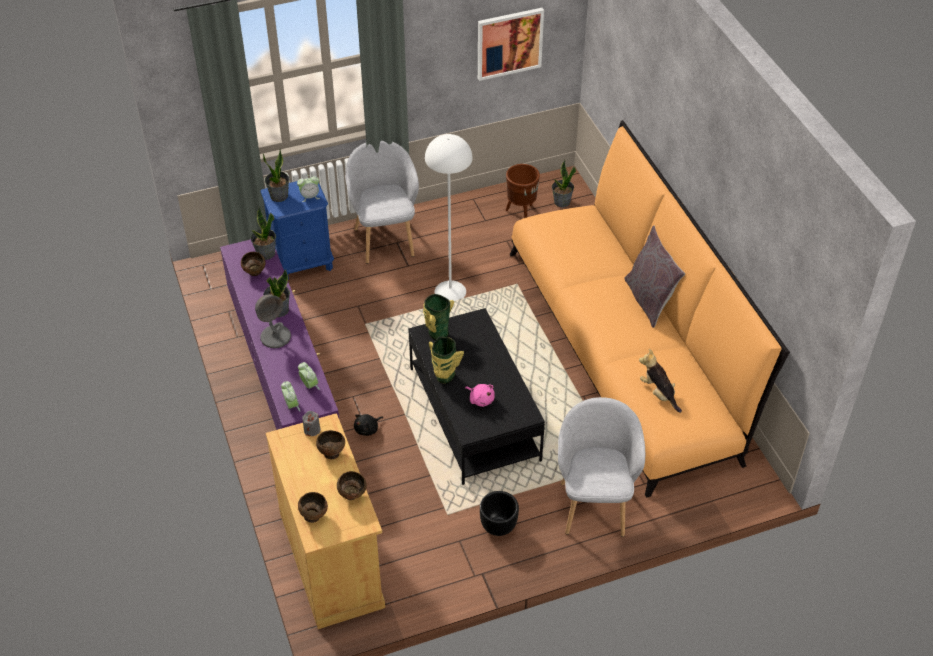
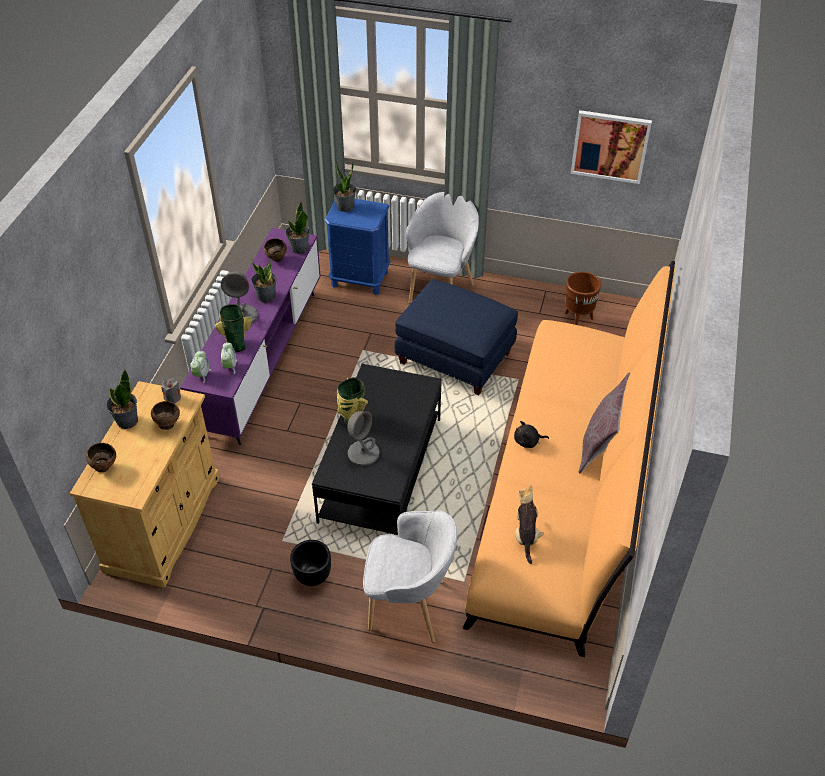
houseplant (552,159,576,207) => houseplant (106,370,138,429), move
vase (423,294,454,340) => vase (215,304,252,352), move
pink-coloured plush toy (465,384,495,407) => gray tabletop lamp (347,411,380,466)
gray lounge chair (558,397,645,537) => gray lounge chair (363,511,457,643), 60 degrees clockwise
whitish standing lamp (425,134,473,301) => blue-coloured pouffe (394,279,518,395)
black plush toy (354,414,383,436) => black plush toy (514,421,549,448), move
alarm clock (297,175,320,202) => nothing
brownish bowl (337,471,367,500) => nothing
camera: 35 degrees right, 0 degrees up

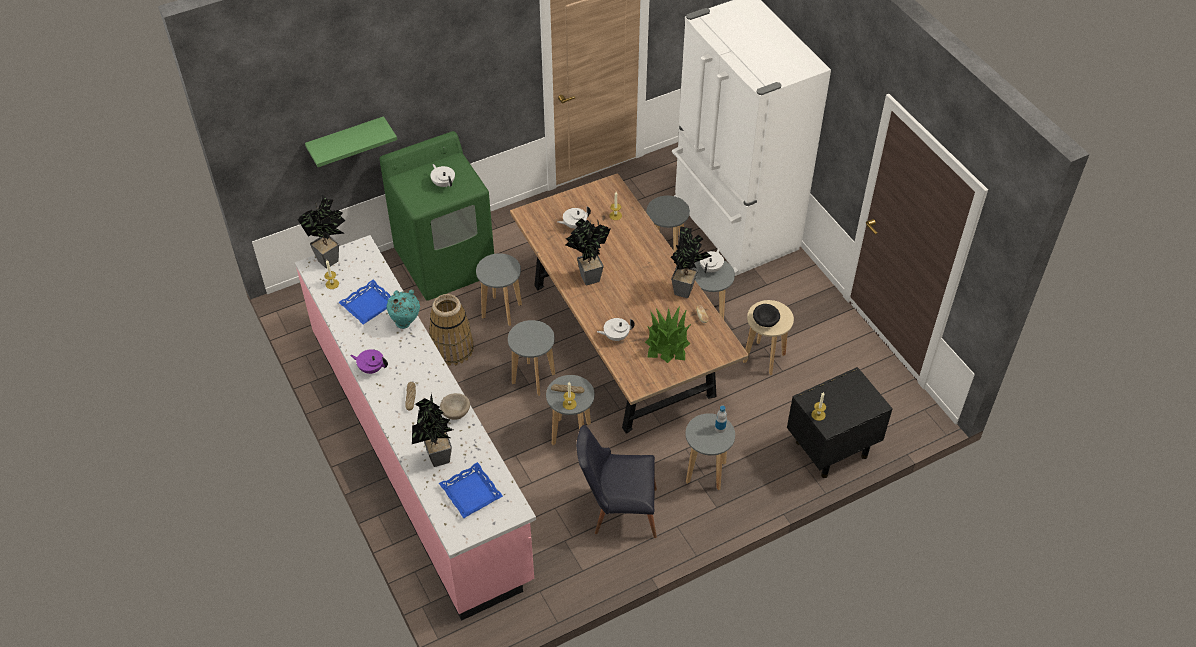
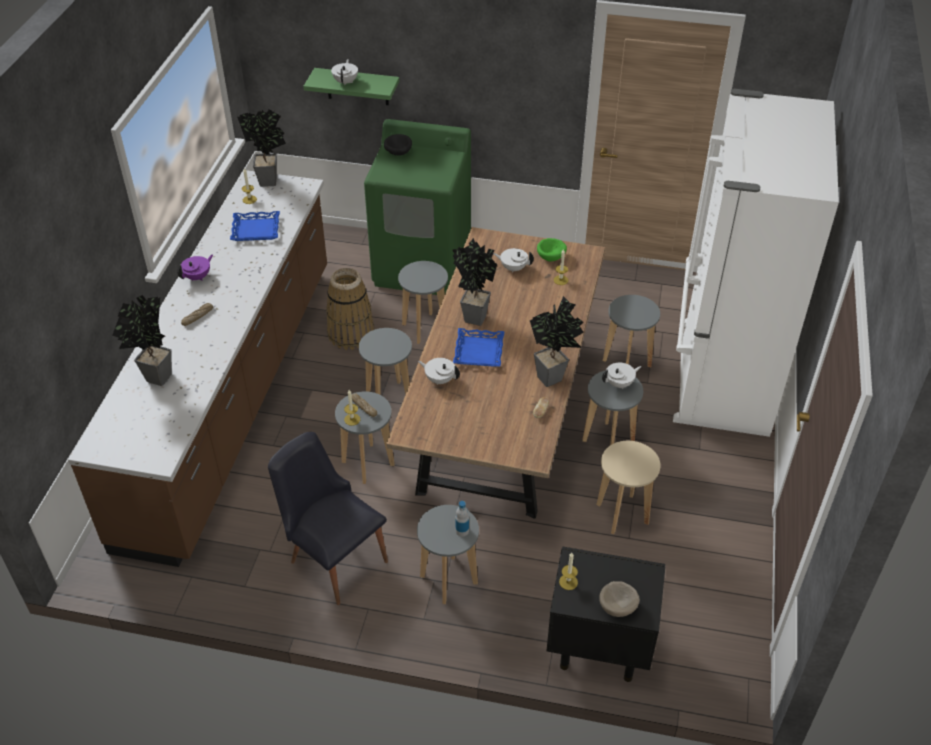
pink-coloured kitchen counter (295,235,536,621) => brownish kitchen counter (68,170,327,567)
purplish teapot (350,349,388,374) => purplish teapot (178,255,213,281), 75 degrees clockwise
whitish teapot (430,164,455,187) => whitish teapot (331,59,358,86), move
black bowl (753,304,780,327) => black bowl (384,134,412,156), move
blue-coloured carrying tray (439,462,503,518) => blue-coloured carrying tray (453,328,504,367), move
nothing => green-coloured bowl (537,238,567,261)
sand-coloured bowl (440,393,470,420) => sand-coloured bowl (599,581,640,617), move
blue-green vase (387,289,420,329) => nothing
houseplant (645,306,691,363) => nothing
camera: 40 degrees right, 5 degrees down

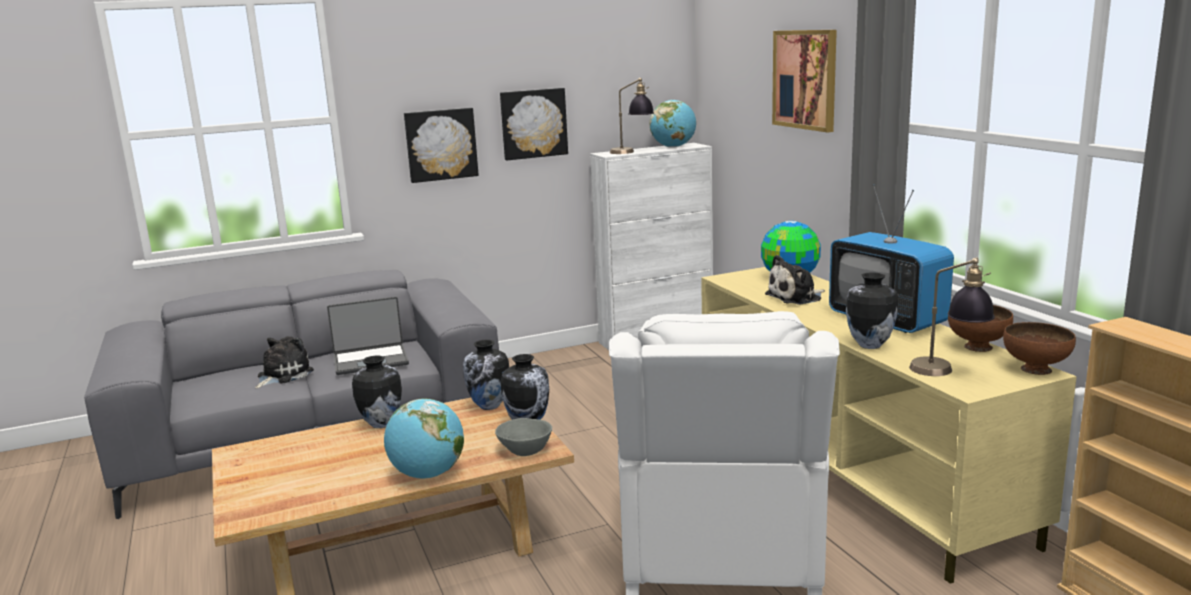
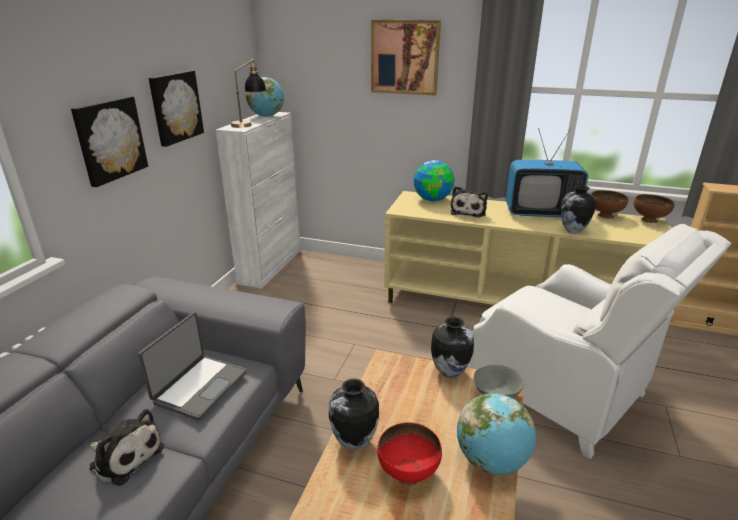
plush toy (255,336,314,389) => plush toy (89,409,164,486), 135 degrees clockwise
nothing => reddish bowl (377,422,442,485)
vase (463,340,509,410) => nothing
tabletop lamp (909,257,995,376) => nothing
camera: 50 degrees left, 10 degrees up

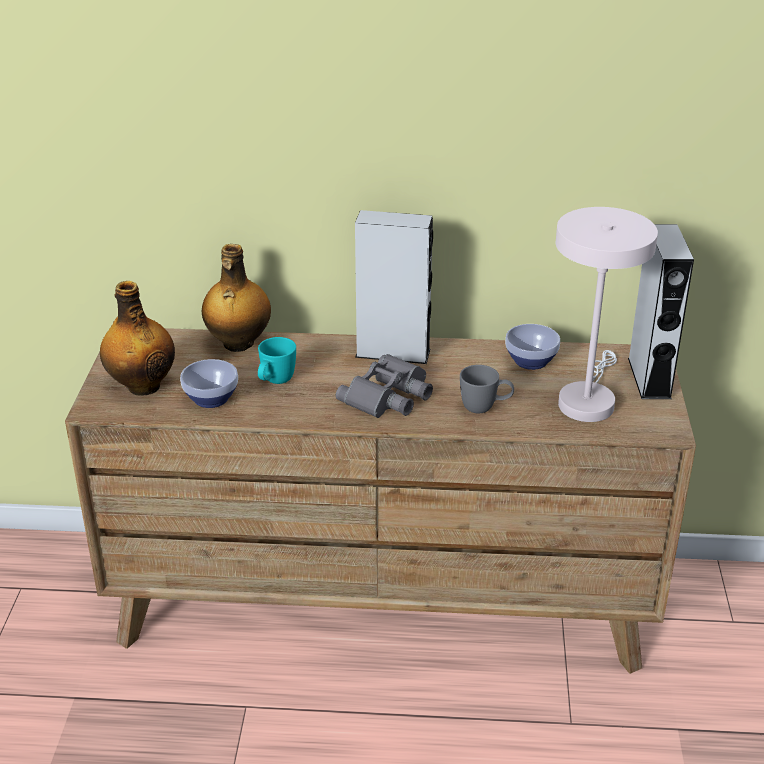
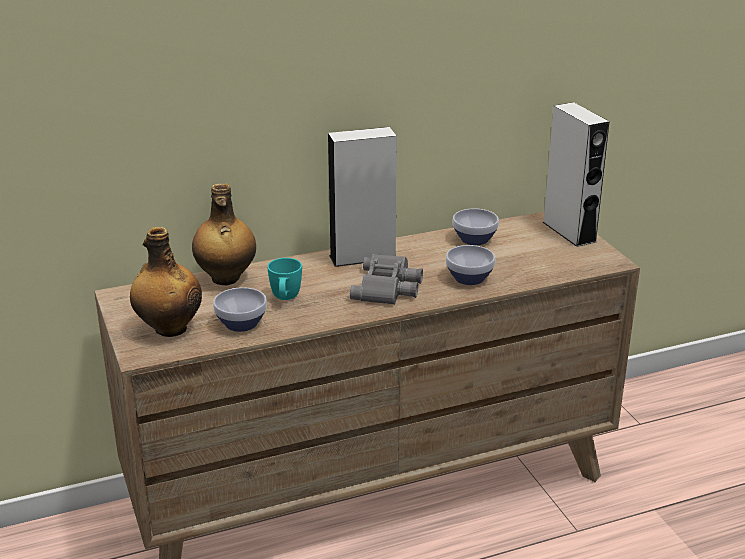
gray mug (460,365,514,413) => bowl (446,245,495,285)
whitish tabletop lamp (556,207,658,422) => nothing
camera: 25 degrees left, 5 degrees down

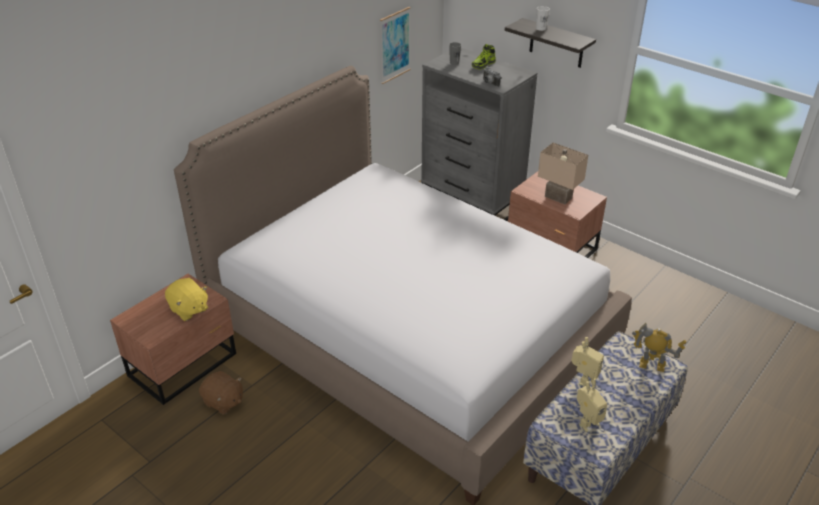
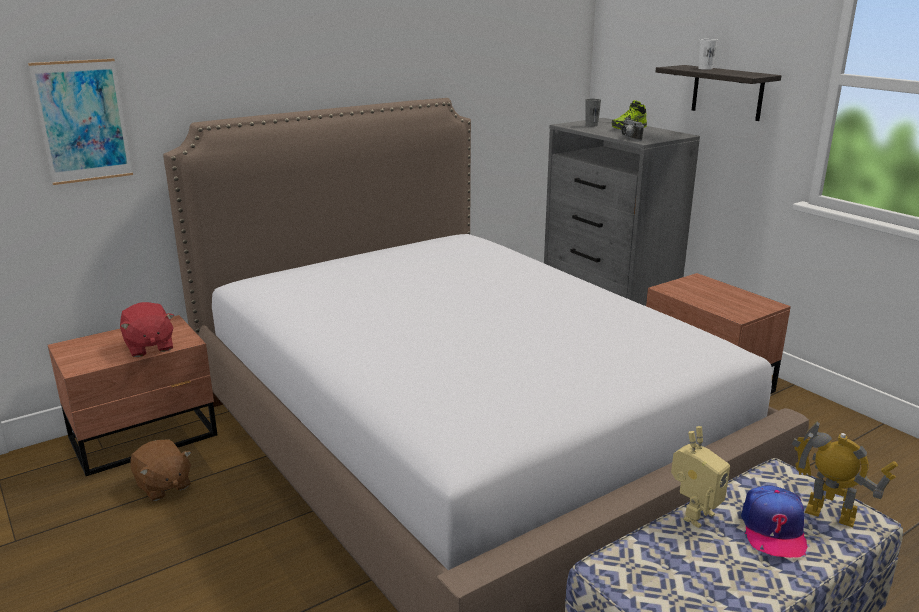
wall picture (380,7,411,84) => wall picture (28,59,133,185), move
yellow-coloured plush toy (165,278,208,321) => reddish plush toy (120,302,174,357)
nothing => cap (741,486,808,558)
sand-coloured tabletop lamp (538,143,588,205) => nothing
toy robot (577,378,607,432) => nothing
camera: 15 degrees right, 15 degrees down

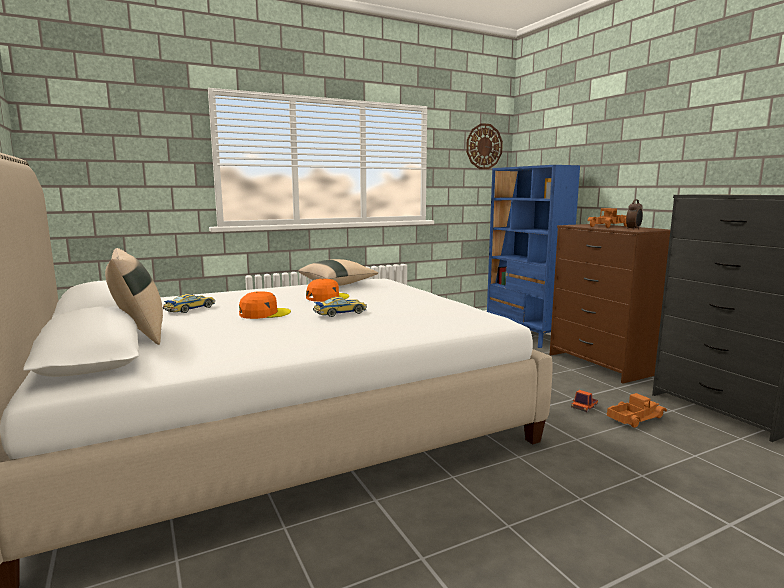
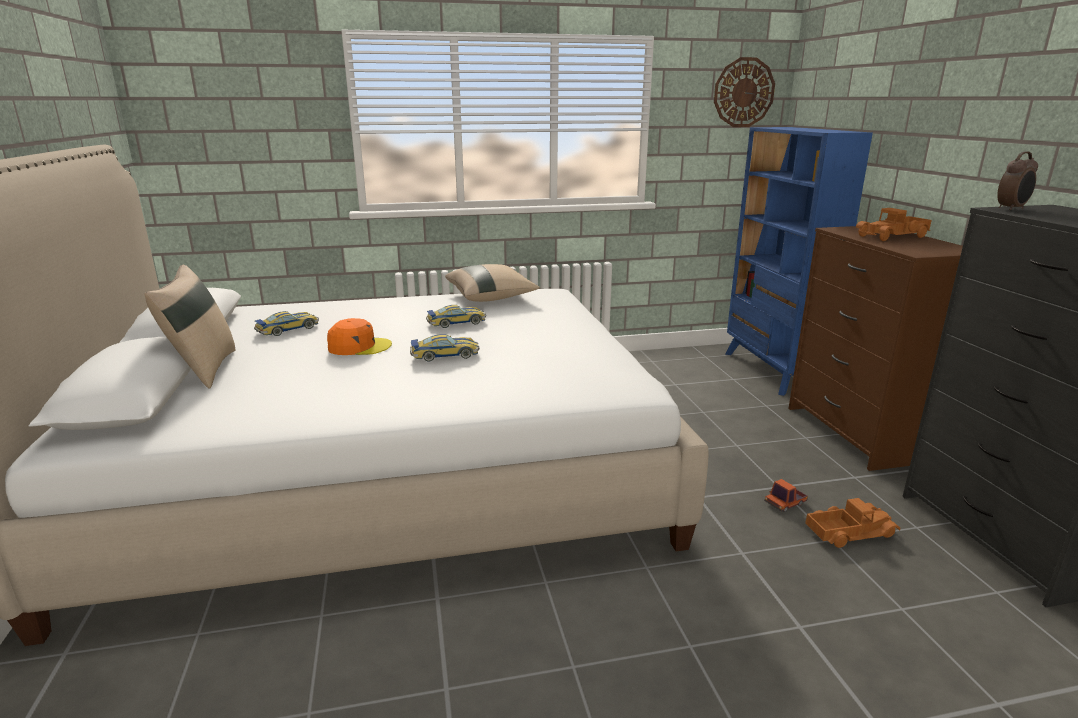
orange cap (306,279,349,302) => toy car (426,305,486,328)
alarm clock (626,199,643,230) => alarm clock (997,151,1038,210), move
camera: 15 degrees right, 10 degrees up

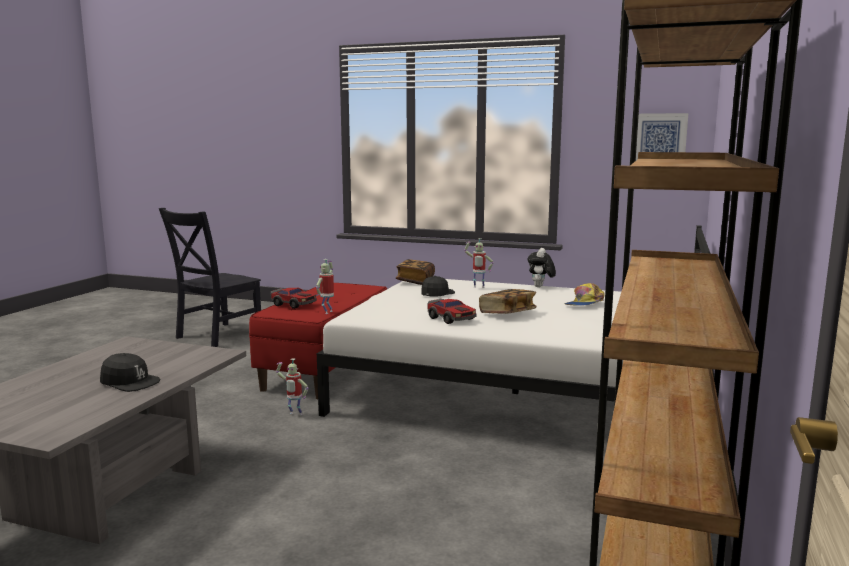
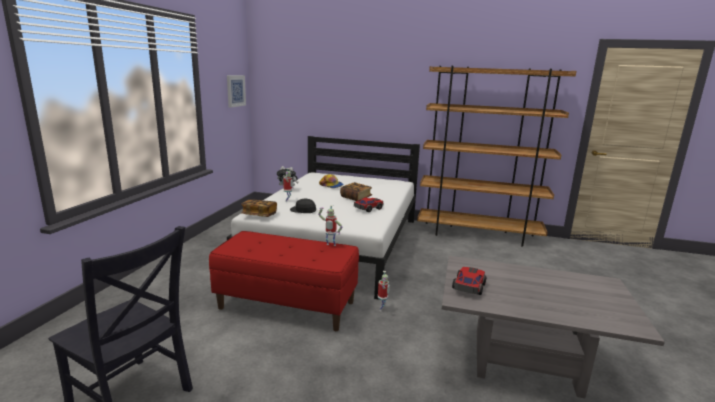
toy car (271,288,317,309) => toy car (452,267,487,295), move
black cap (100,353,160,392) => nothing
camera: 95 degrees left, 5 degrees up

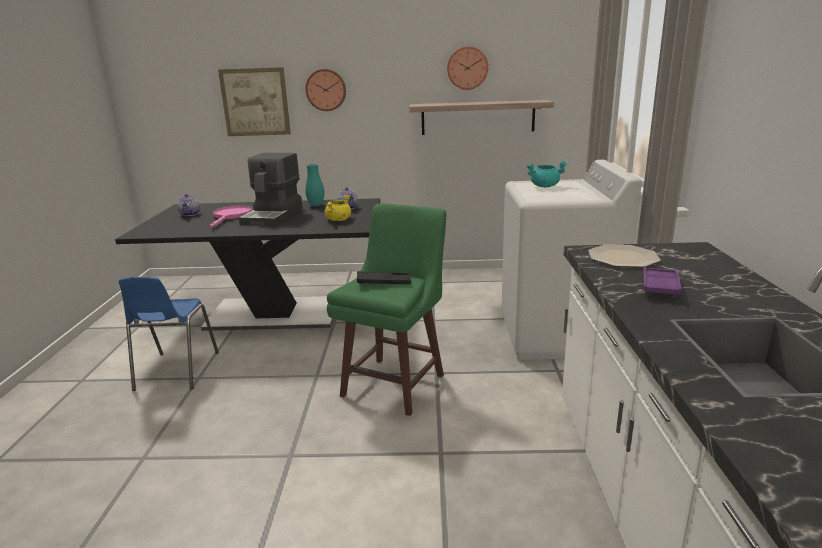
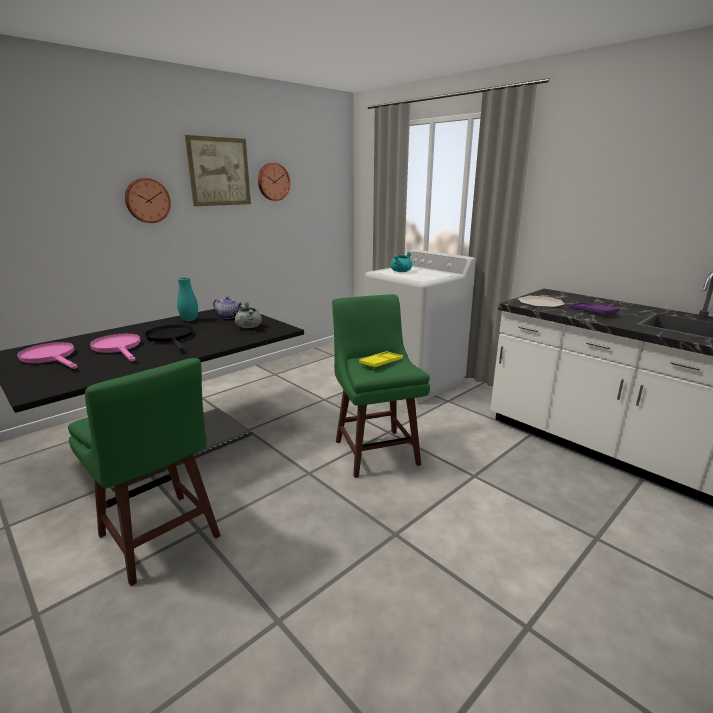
teapot (177,194,200,216) => pink-coloured skillet (17,342,78,369)
blue-coloured chair (119,277,219,391) => green-coloured stool (68,358,221,586)
coffee maker (239,153,303,226) => black skillet (145,324,193,350)
wall picture (218,67,291,136) => wall picture (185,135,251,206), move
yellow-coloured saucepot (324,195,351,221) => gray saucepot (235,302,262,328)
black carrying tray (357,271,411,285) => yellow-coloured carrying tray (359,351,403,369)
wall shelf (409,100,554,135) => nothing
camera: 45 degrees left, 0 degrees up

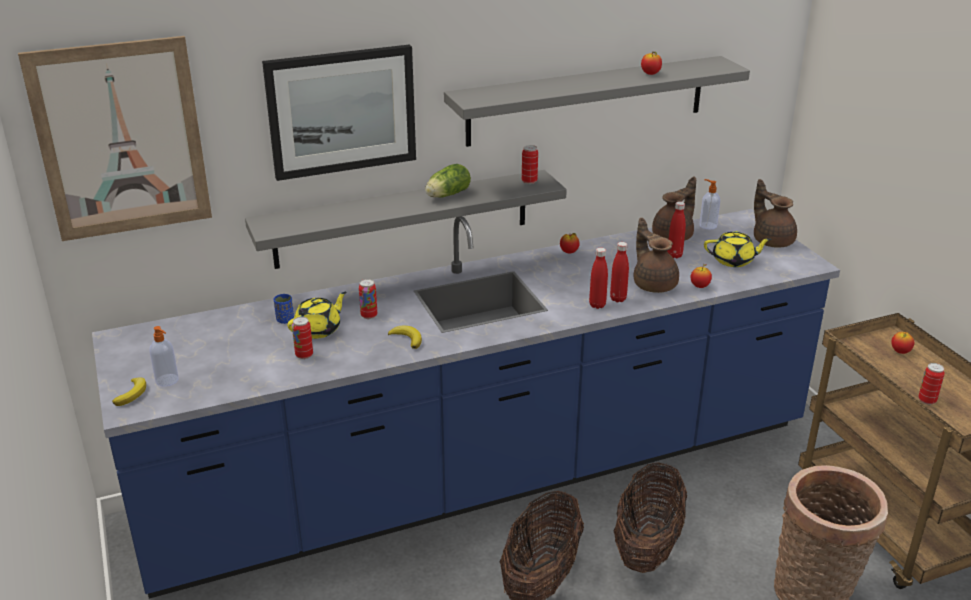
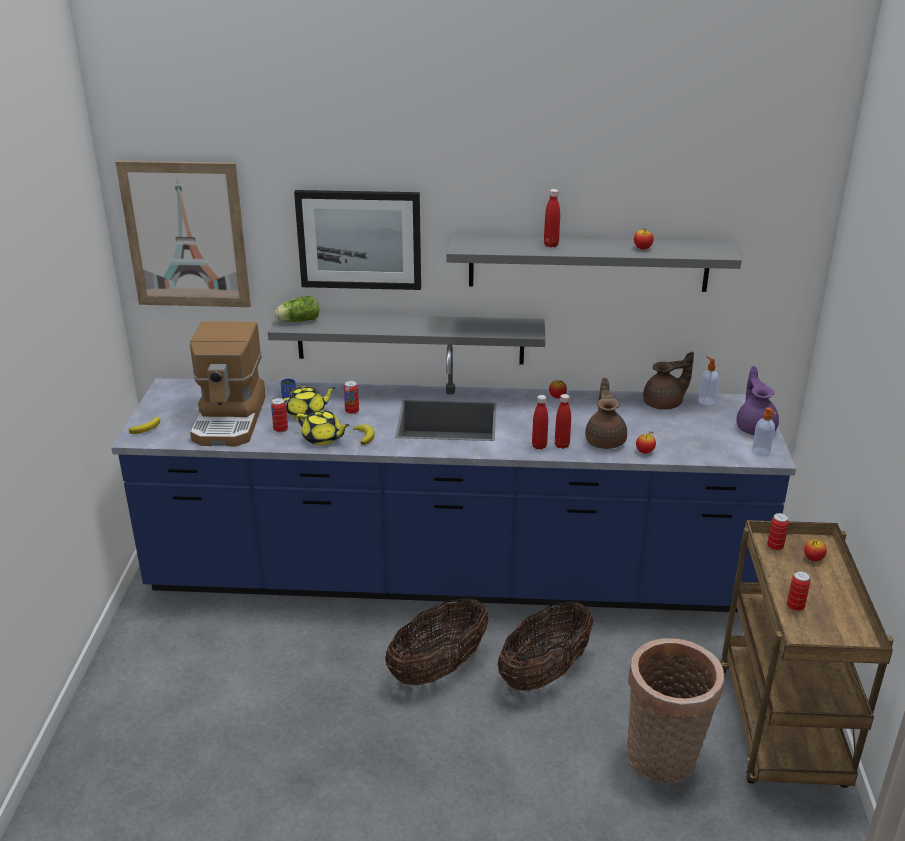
nothing => coffee maker (190,321,266,446)
lettuce head (425,164,471,198) => lettuce head (275,296,319,322), move
yellow-coloured teapot (704,231,771,267) => yellow-coloured teapot (296,410,350,445), move
reddish beverage bottle (667,201,686,258) => reddish beverage bottle (544,189,560,247), move
brownish teapot (754,179,797,248) => purplish teapot (737,366,779,435)
soap bottle (150,326,179,387) => soap bottle (752,407,776,457), move
metal can (522,145,538,184) => metal can (767,513,789,551), move
camera: 25 degrees right, 0 degrees up

